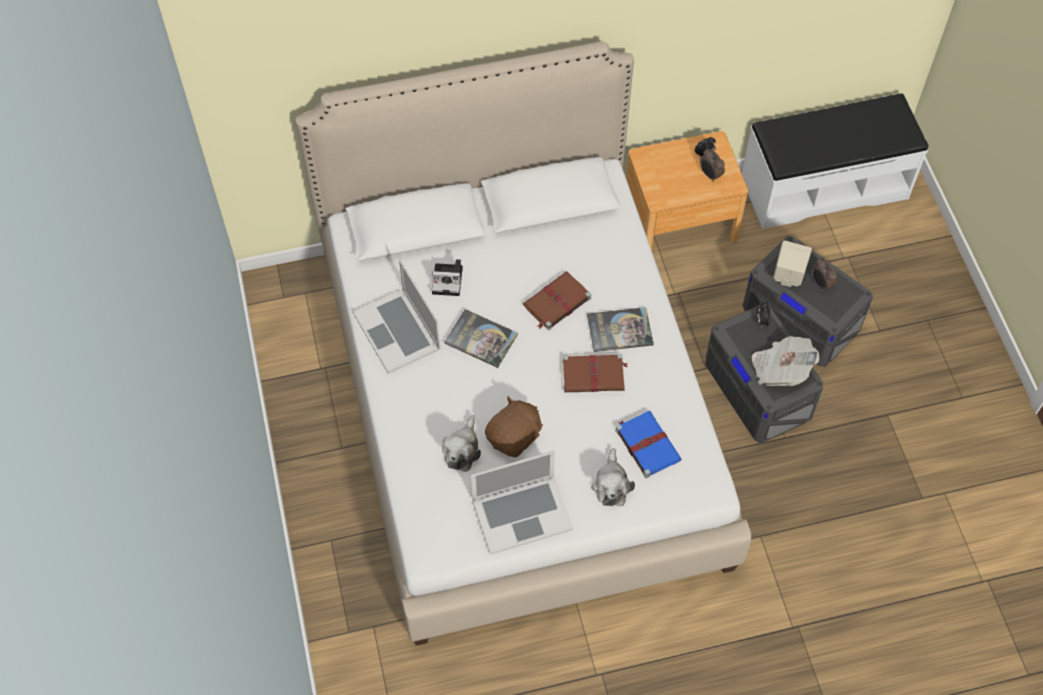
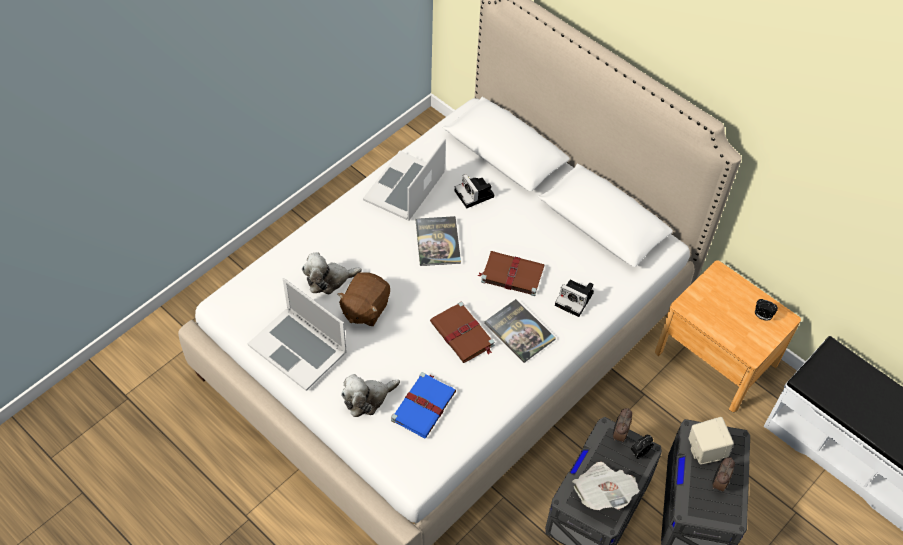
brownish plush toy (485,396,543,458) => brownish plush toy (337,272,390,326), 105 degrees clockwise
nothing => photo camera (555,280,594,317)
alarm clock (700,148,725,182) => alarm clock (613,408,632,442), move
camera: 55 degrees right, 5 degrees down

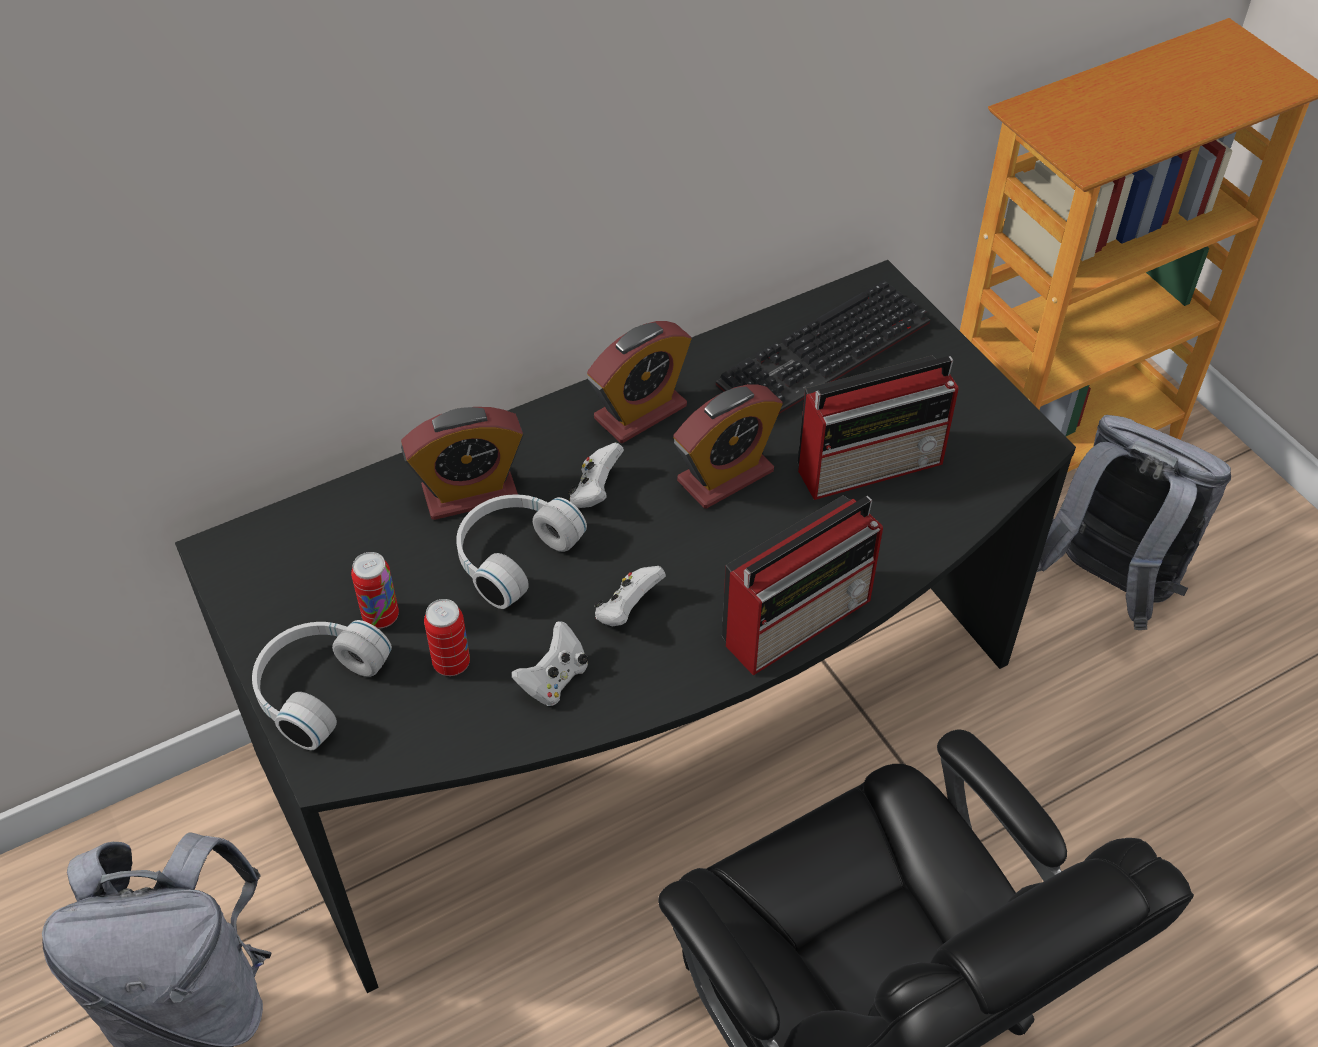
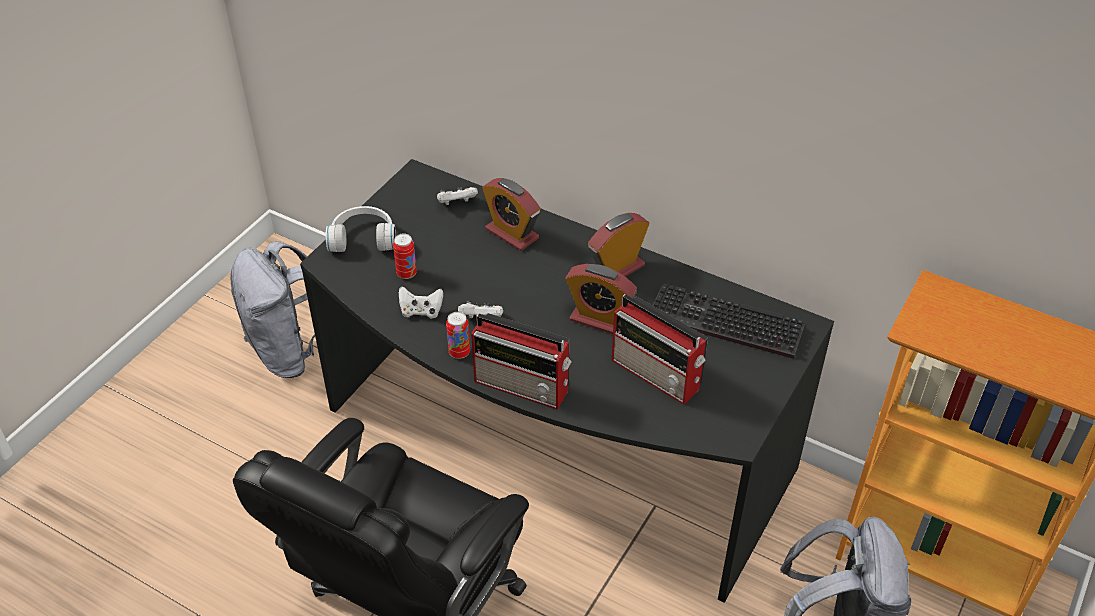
whitish game controller (568,442,624,508) => whitish game controller (437,187,478,205), move
metal can (351,552,399,629) => metal can (446,312,470,359), move
alarm clock (587,321,691,443) => alarm clock (588,213,649,277), 120 degrees clockwise
whitish pair of headphones (456,494,587,609) => nothing
camera: 60 degrees right, 5 degrees down

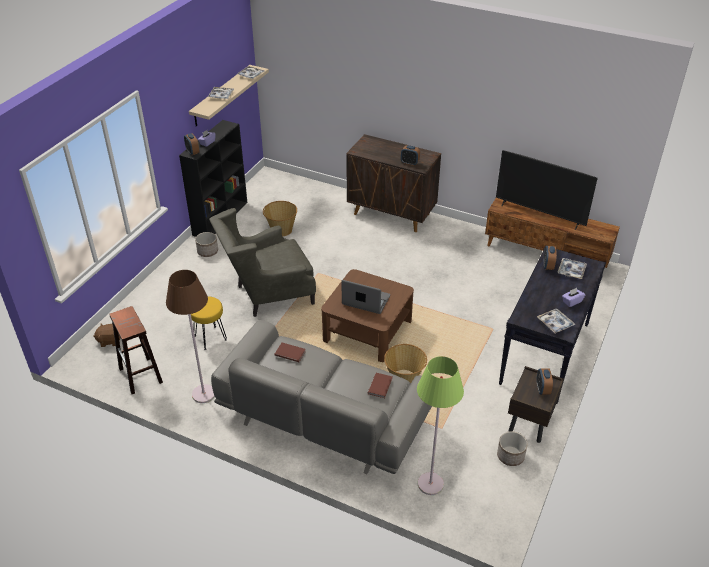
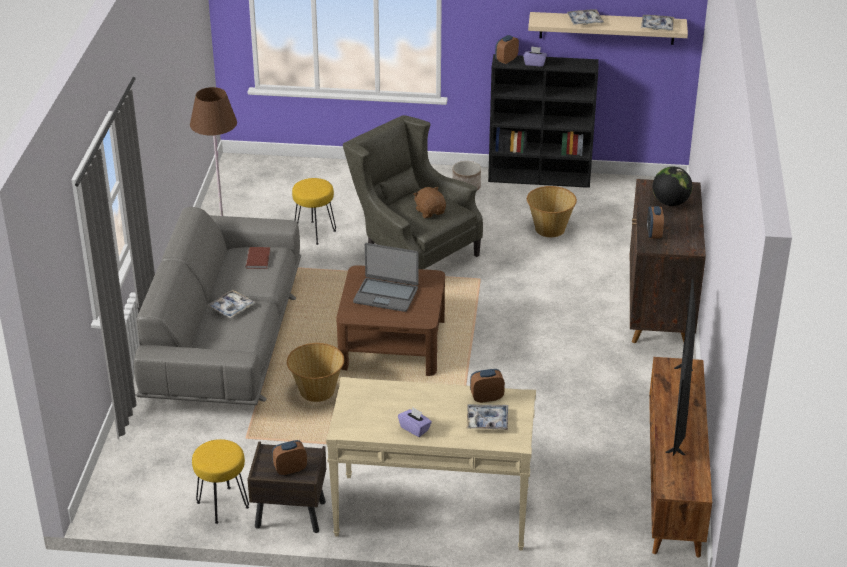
plant pot (497,431,528,466) => yellow-coloured stool (192,439,249,524)
carrying tray (537,309,576,334) => carrying tray (207,290,255,318), move
black hall table (499,246,606,404) => sand-coloured hall table (326,377,536,551)
portable computer (341,280,390,314) => portable computer (353,243,419,312), 105 degrees clockwise
brownish plush toy (93,323,121,347) => brownish plush toy (413,187,446,218), move
nothing => desk globe (653,167,692,206)
brownish stool (109,306,163,394) => nothing
brownish volume (367,373,393,398) => nothing
green-coloured standing lamp (417,356,464,495) => nothing
camera: 70 degrees right, 5 degrees down

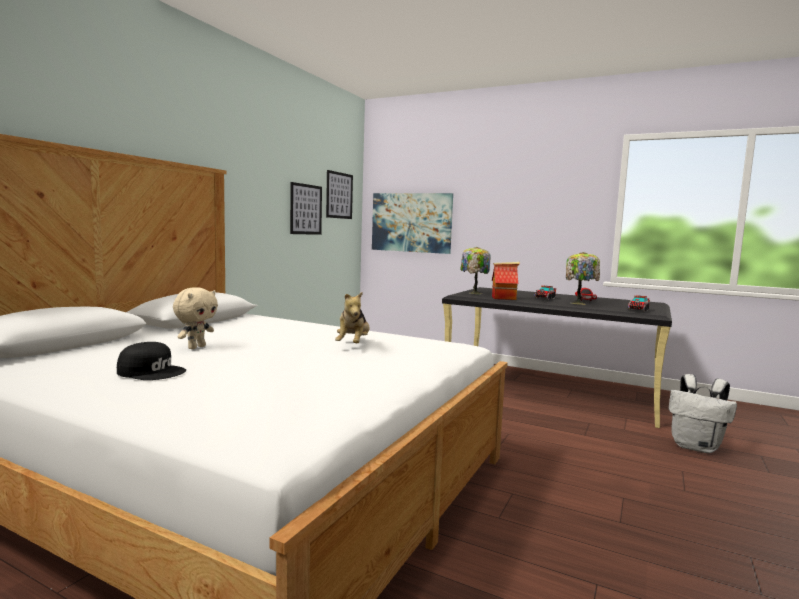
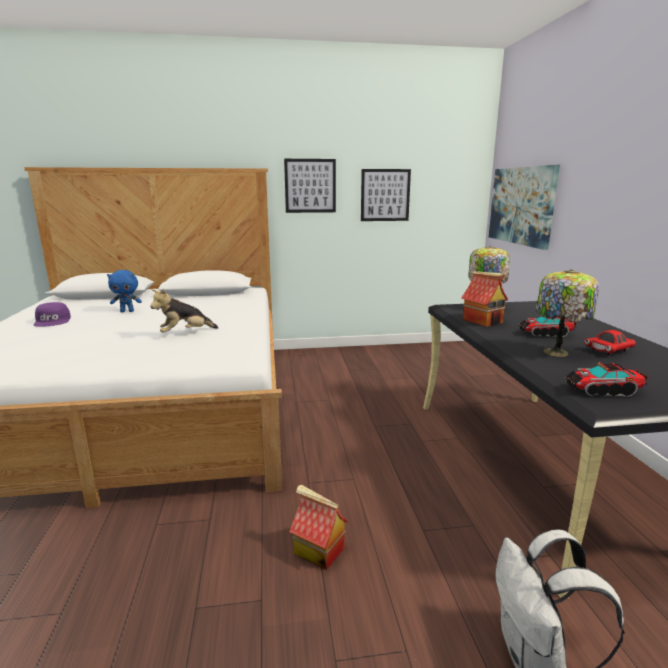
black cap (117,342,186,380) => purplish cap (33,302,71,327)
sand-coloured plush toy (173,287,218,349) => blue-coloured plush toy (107,270,142,312)
wall picture (326,170,353,219) => wall picture (284,159,336,213), move
nothing => model house (289,485,349,570)
camera: 55 degrees right, 10 degrees up

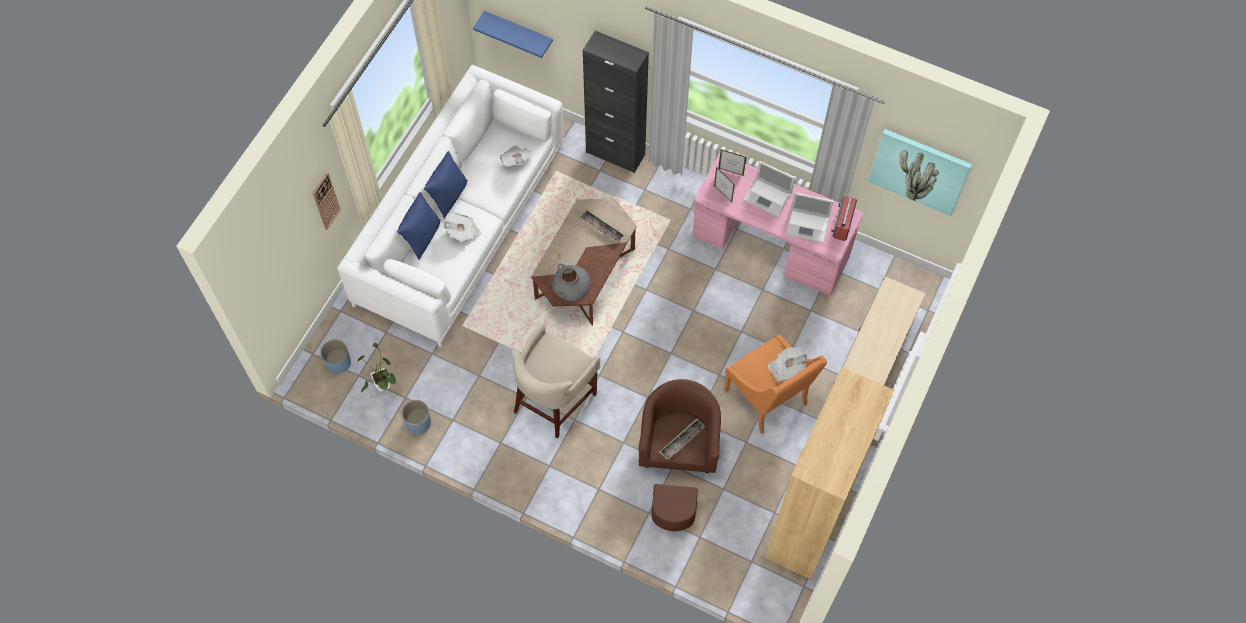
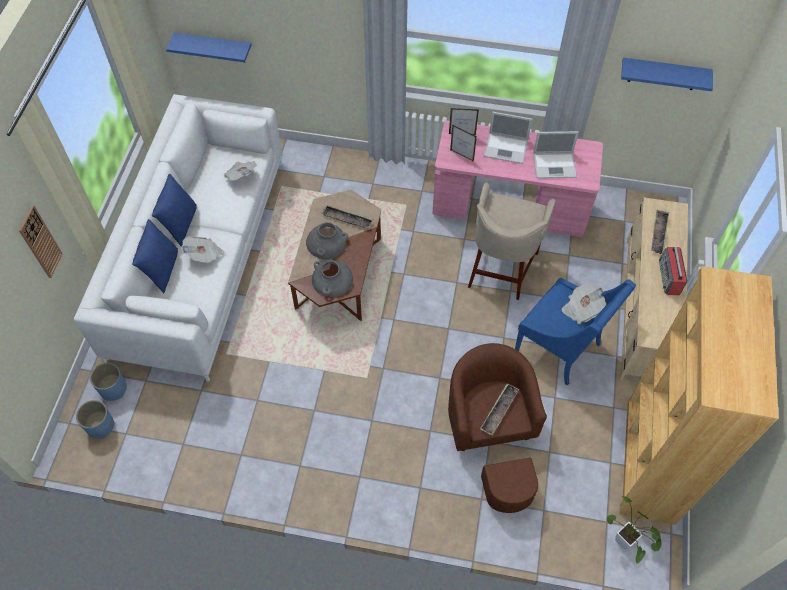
blue-coloured plant pot (401,400,431,434) => blue-coloured plant pot (90,363,127,401), move
nothing => gray vase (306,222,348,260)
sand-coloured stool (513,322,600,439) => sand-coloured stool (468,182,556,300), move
orange lounge chair (724,334,827,434) => blue-coloured lounge chair (515,278,636,386)
houseplant (357,343,396,393) => houseplant (607,496,662,564), move
wall picture (868,129,972,216) => blue-coloured wall shelf (621,58,713,91)
nothing => carrying tray (651,209,669,254)
radio receiver (831,196,857,241) => radio receiver (659,247,687,295), move
black cabinet (583,31,649,173) => nothing
camera: 15 degrees left, 5 degrees down

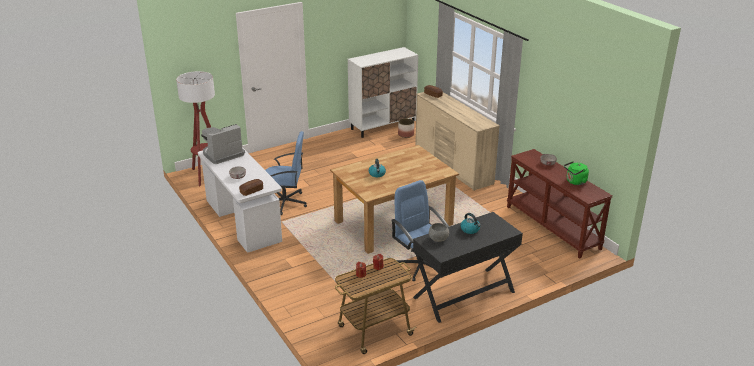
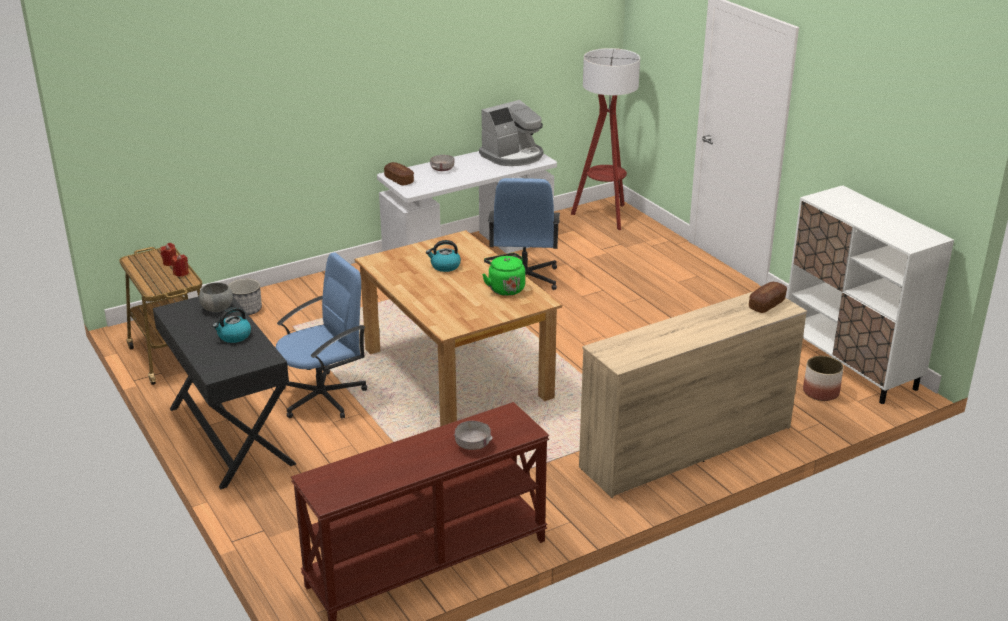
nothing => plant pot (228,279,262,315)
coffee maker (201,124,245,164) => coffee maker (479,100,543,166), 90 degrees clockwise
green-coloured tea kettle (564,161,589,185) => green-coloured tea kettle (482,253,525,296), move
camera: 90 degrees right, 0 degrees up

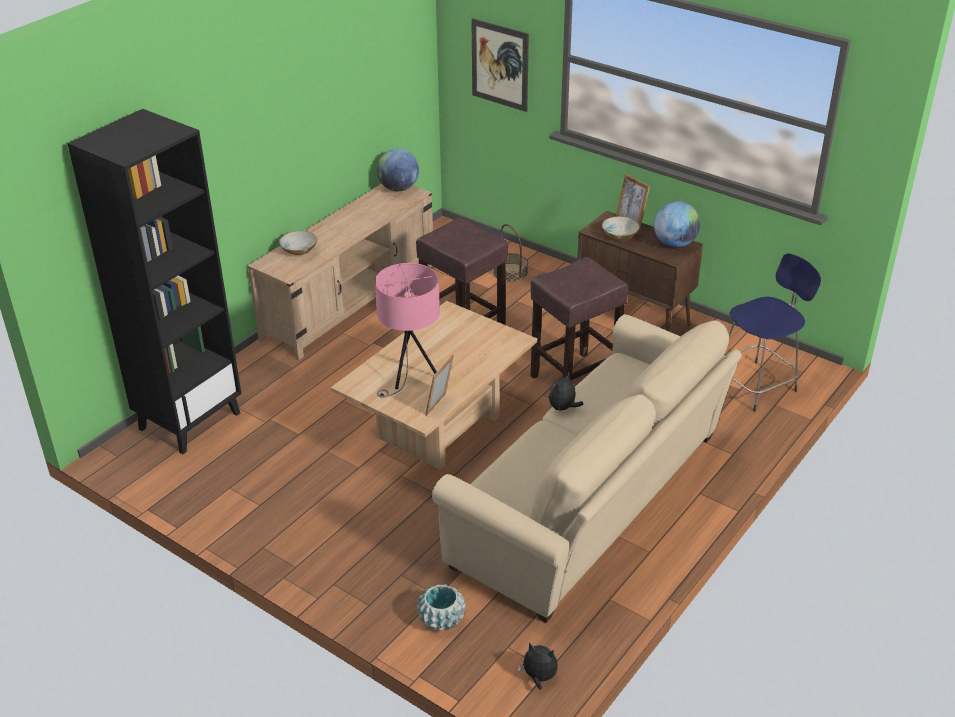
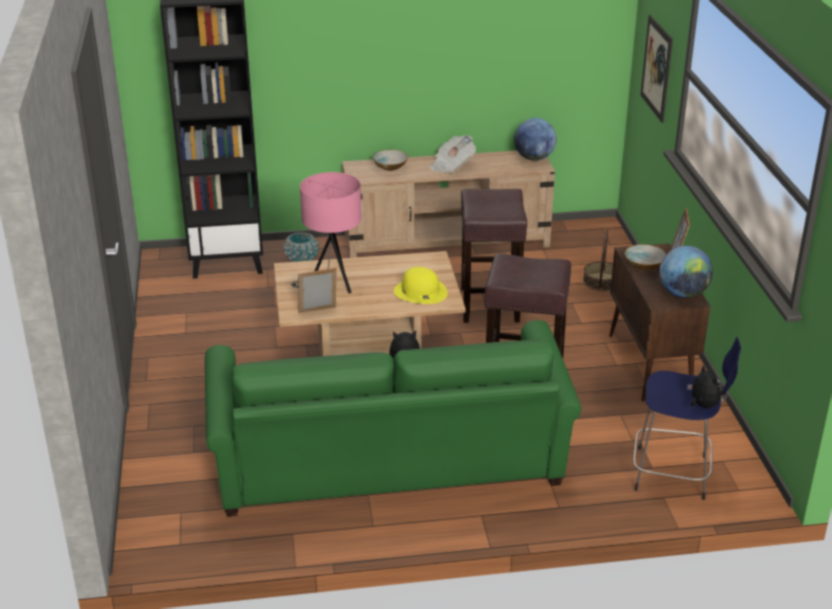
sand-coloured couch (432,314,742,623) => green-coloured couch (205,320,582,517)
blue-green plant pot (417,584,466,631) => blue-green plant pot (283,232,319,262), move
nothing => yellow-coloured hat (394,267,448,304)
nothing => printed paper (430,135,476,173)
plush toy (518,642,558,690) => plush toy (687,365,722,408), move
camera: 45 degrees right, 5 degrees down

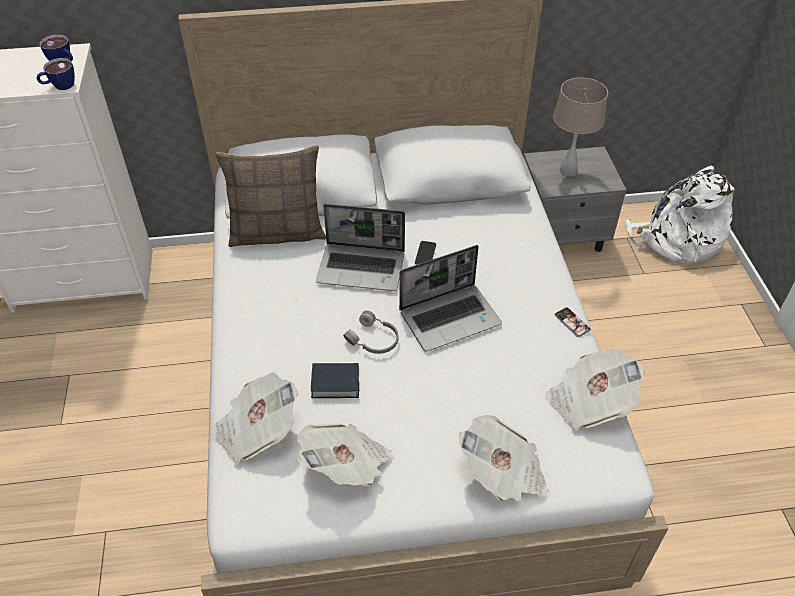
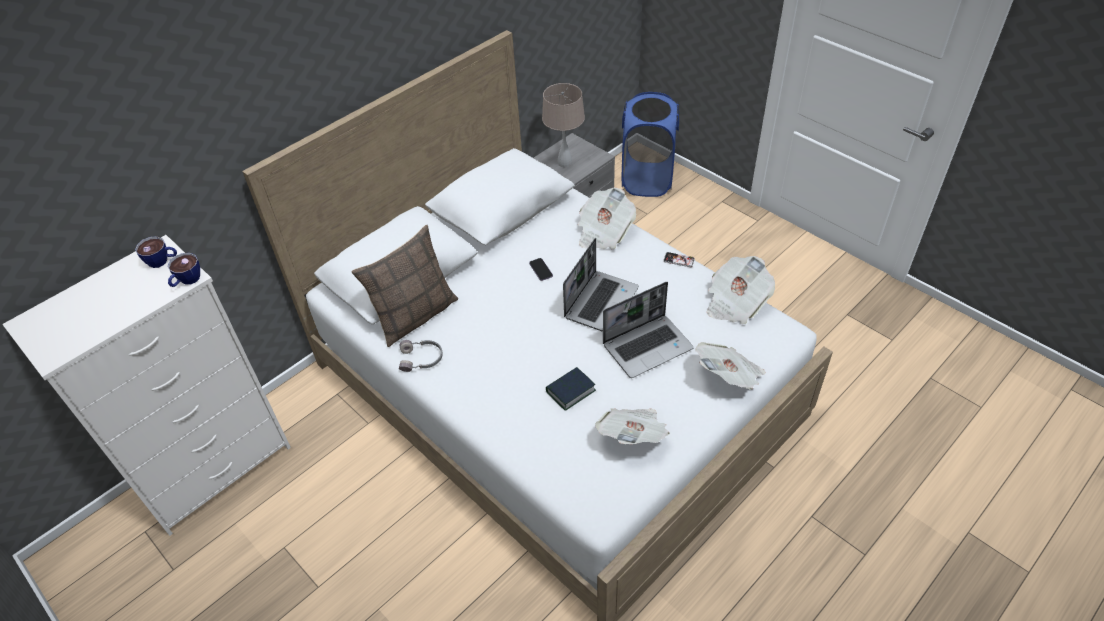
gray pair of headphones (343,310,398,354) => gray pair of headphones (399,340,443,372), move
printed paper (211,373,298,464) => printed paper (578,187,636,250), move
portable computer (316,204,405,291) => portable computer (603,282,694,378), move
whitish backpack (625,166,735,264) => blue-coloured laundry basket (622,92,679,197)
camera: 35 degrees left, 0 degrees up

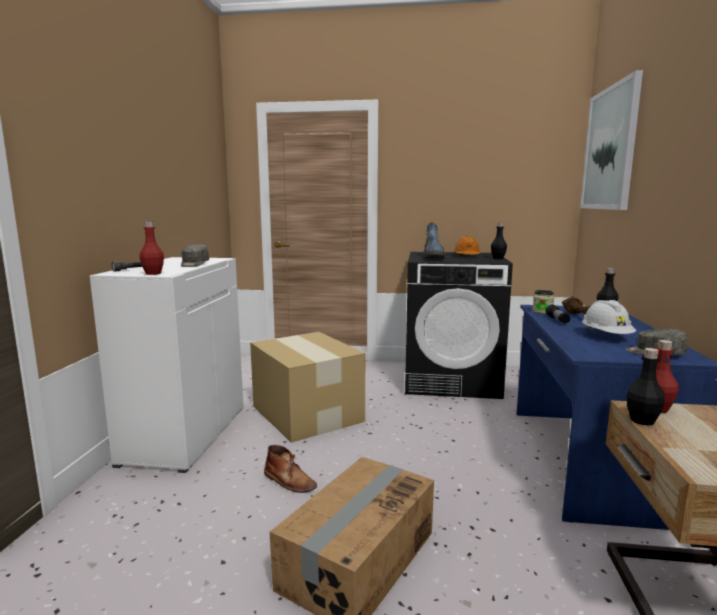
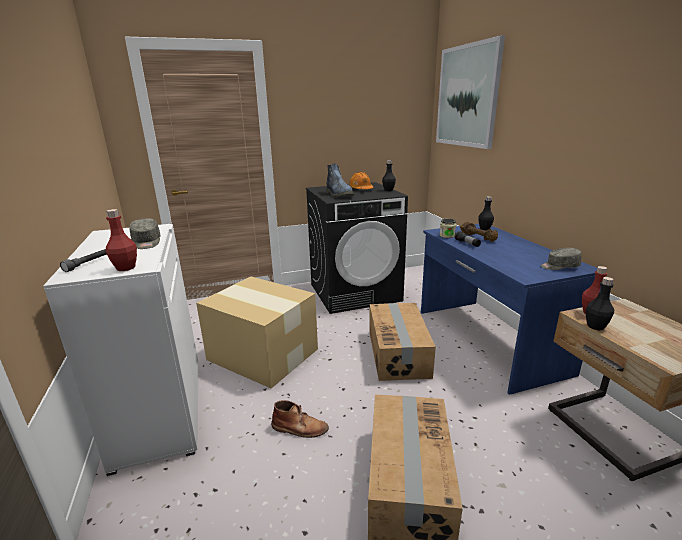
nothing => carton (369,303,436,381)
whitish work helmet (582,300,636,334) => nothing
camera: 25 degrees left, 10 degrees up

